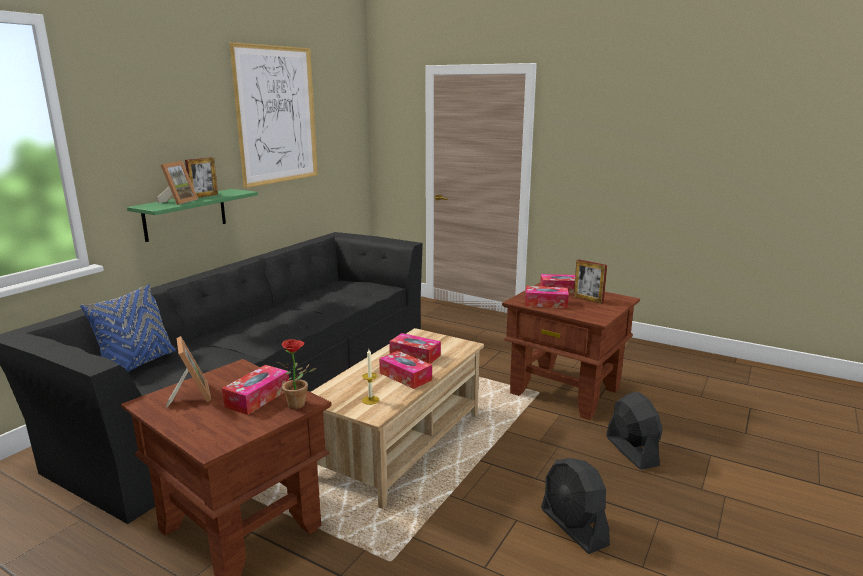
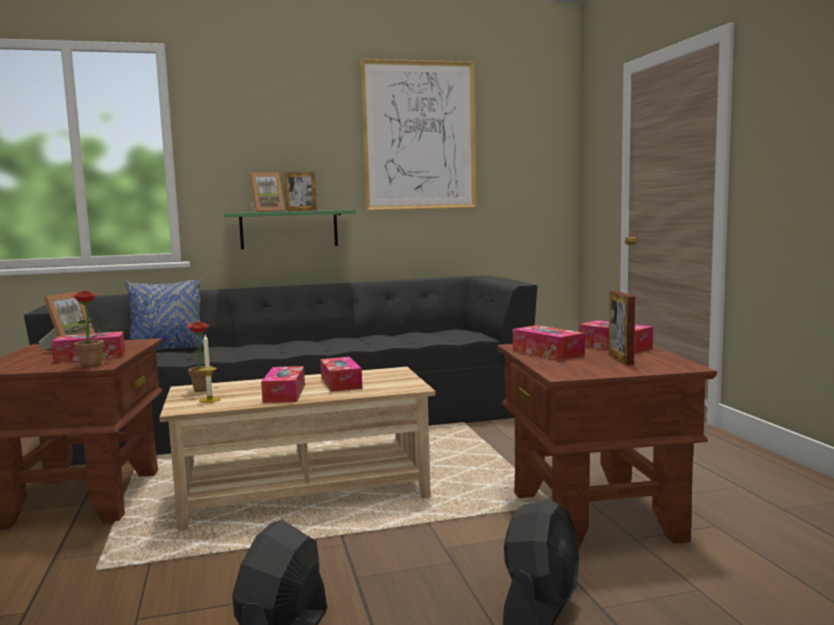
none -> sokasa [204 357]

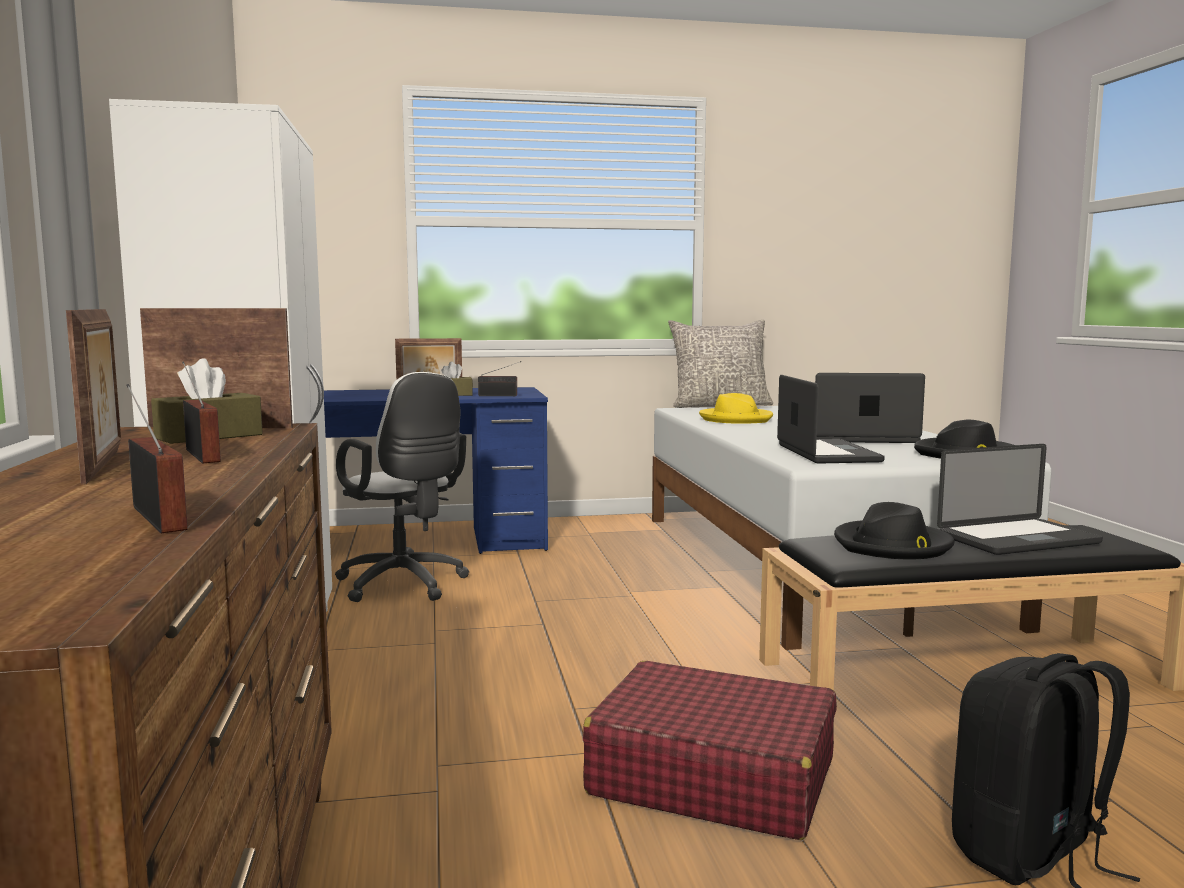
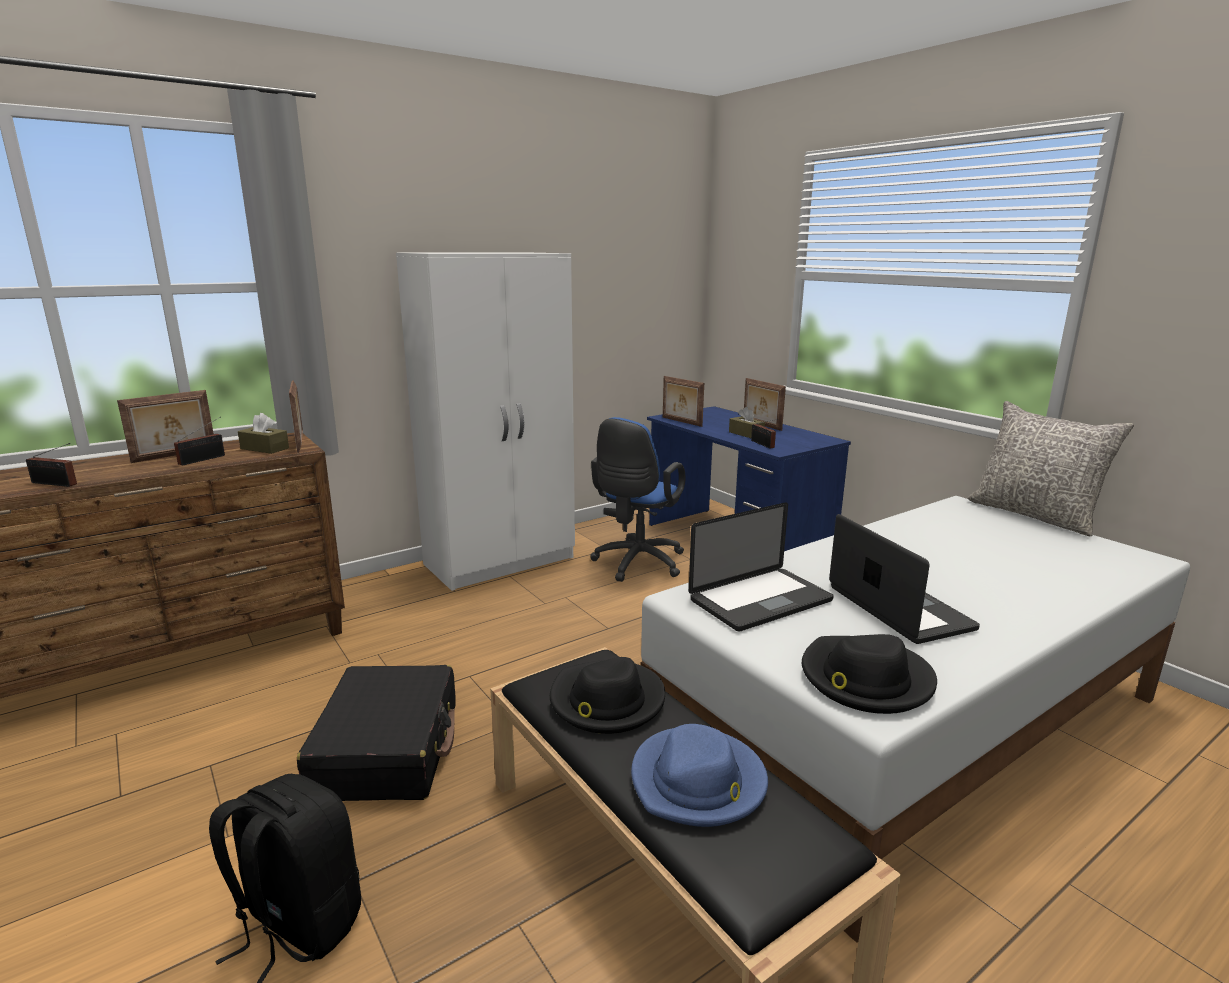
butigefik [157 458] -> butigefik [51 465], 75 degrees clockwise
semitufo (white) [402 487] -> semitufo (blue) [638 499]
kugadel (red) [710 750] -> kugadel (black) [376 733]
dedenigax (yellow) [736 408] -> none
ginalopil [1020 499] -> dedenigax (blue) [699 775]
none -> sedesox [683 401]

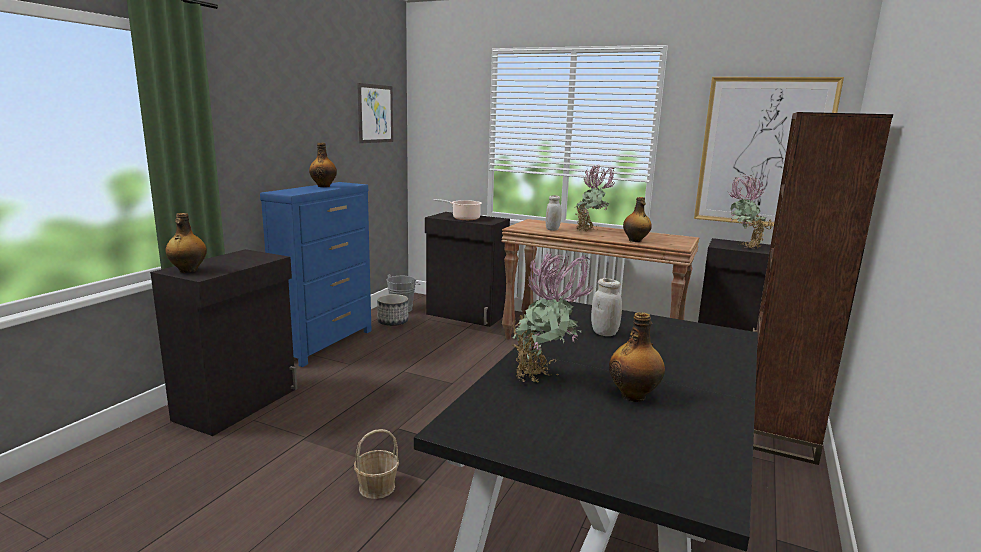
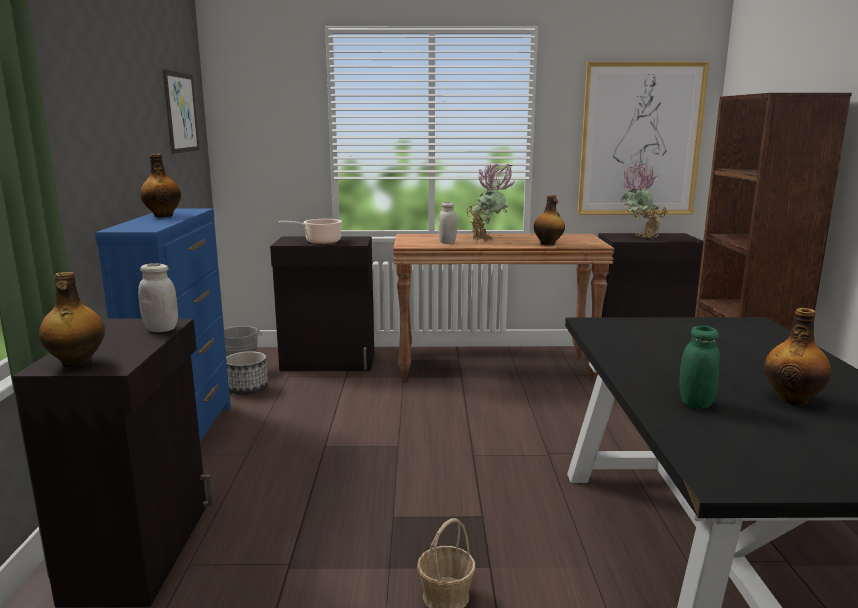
sokasa [553 316] -> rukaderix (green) [699 367]
rukaderix (white) [606 307] -> rukaderix (white) [158 297], move

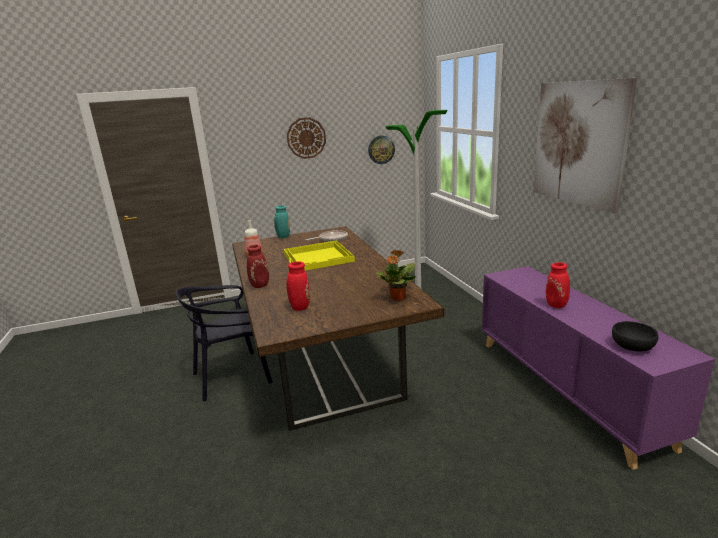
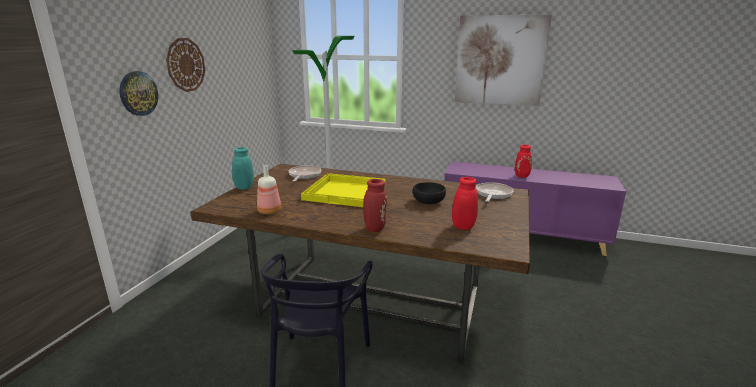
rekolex [381 150] -> rekolex [138 93], move
sokasa [395 275] -> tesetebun [494 192]
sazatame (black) [635 336] -> sazatame (black) [429 193], move

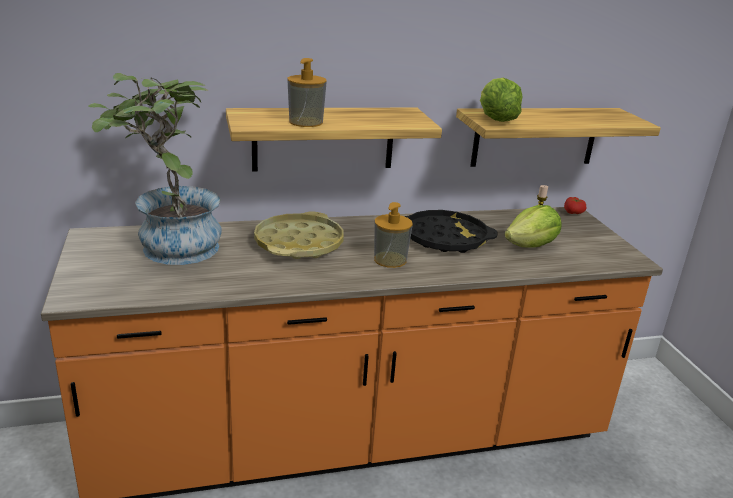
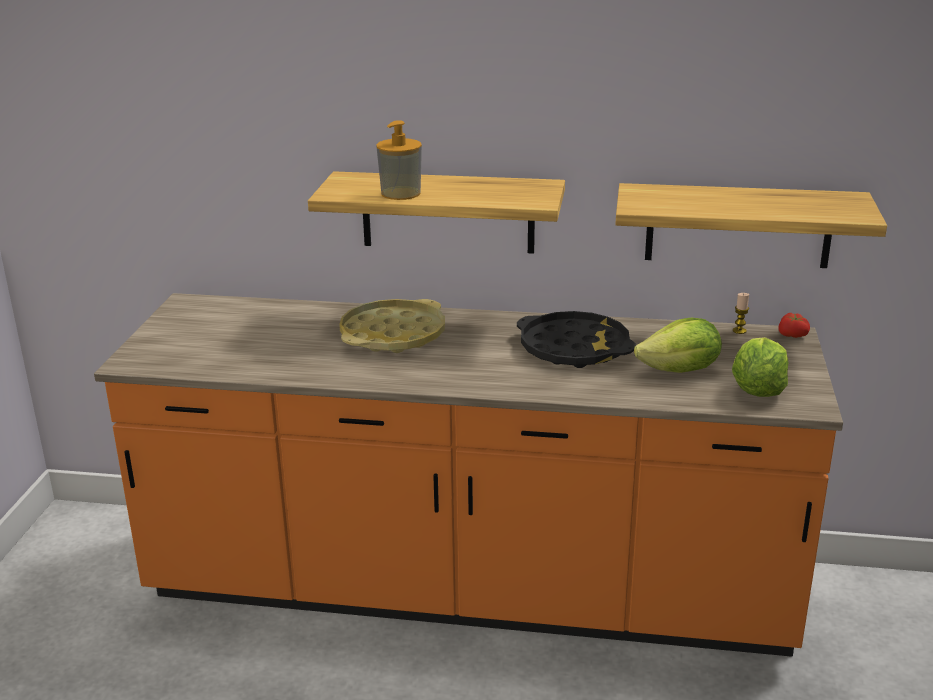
sokasa [155 169] -> none
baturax [393 235] -> none
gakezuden [501 100] -> gakezuden [760 367], move

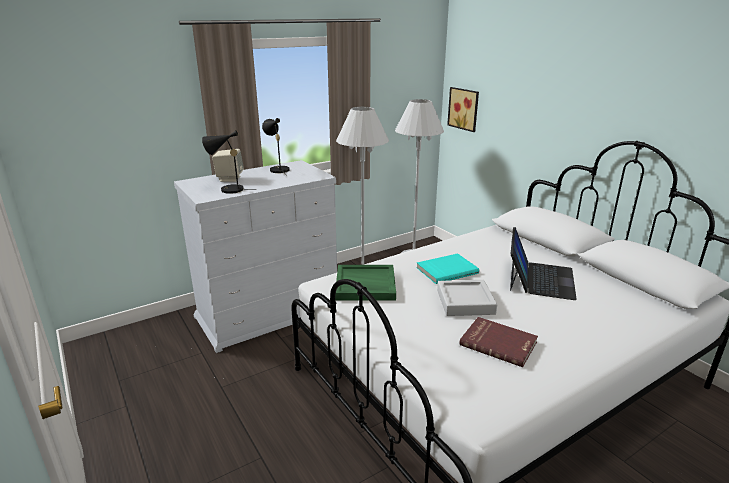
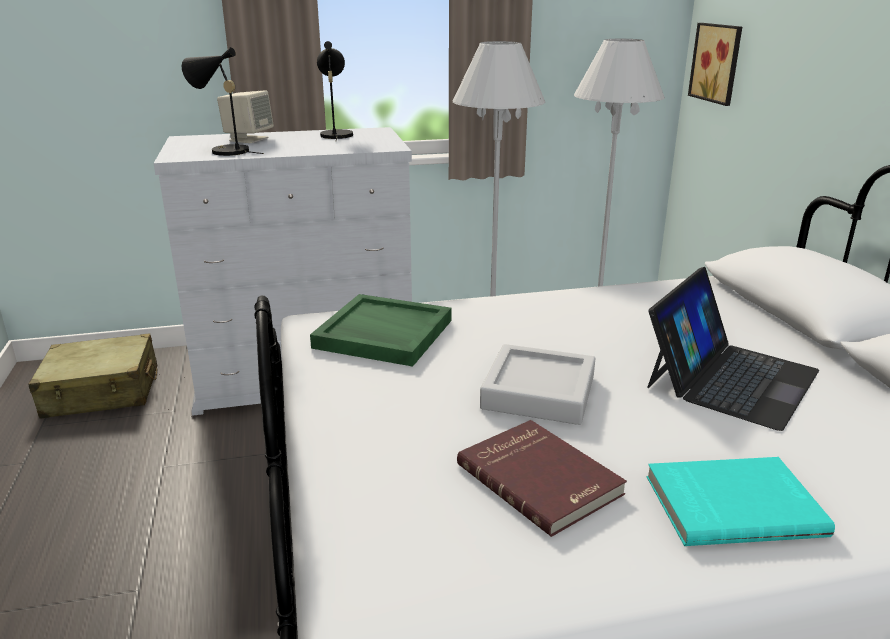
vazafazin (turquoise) [447 268] -> vazafazin (turquoise) [741 501], move
none -> kugadel (beige) [92 376]

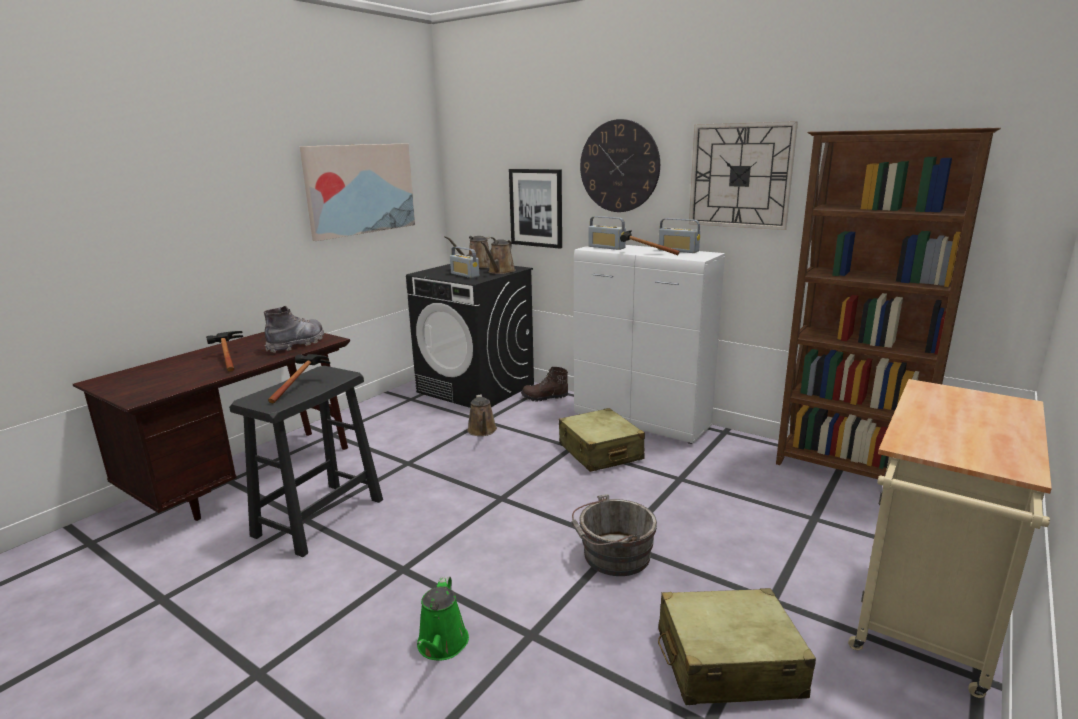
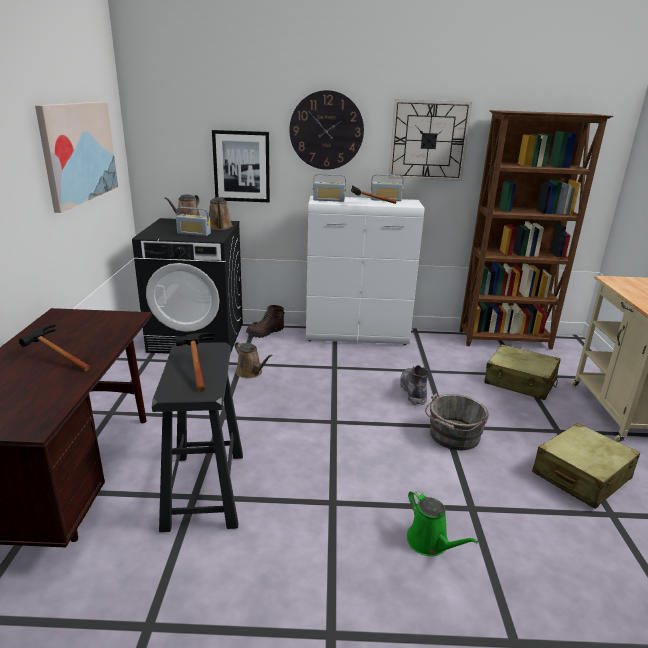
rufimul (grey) [294 329] -> rufimul (grey) [414 385], move
kugadel (beige) [602 440] -> kugadel (beige) [522 372], move

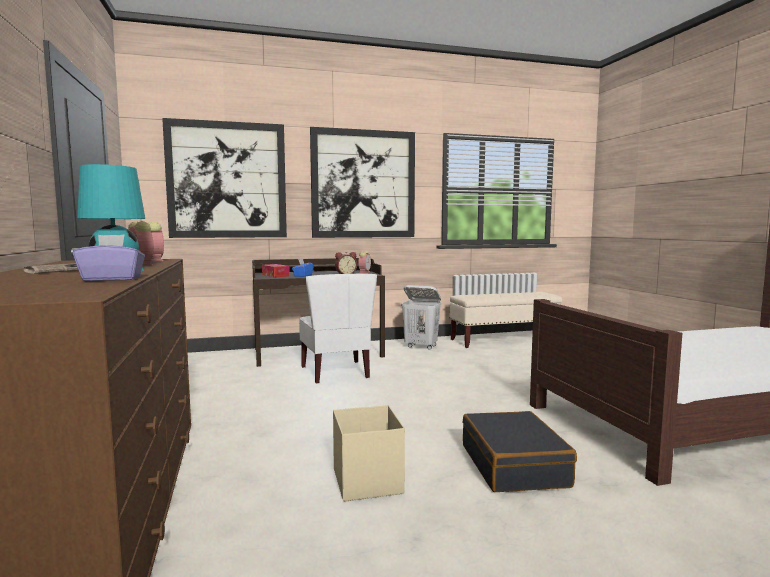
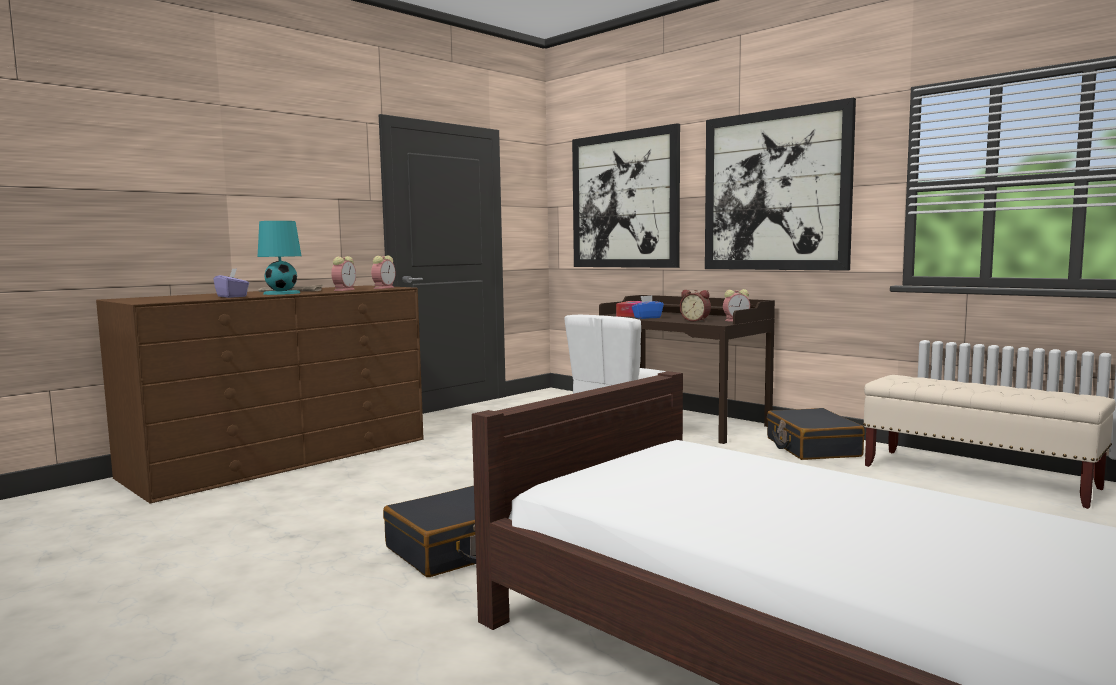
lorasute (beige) [369 453] -> none
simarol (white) [421 317] -> kugadel (black) [816 434]

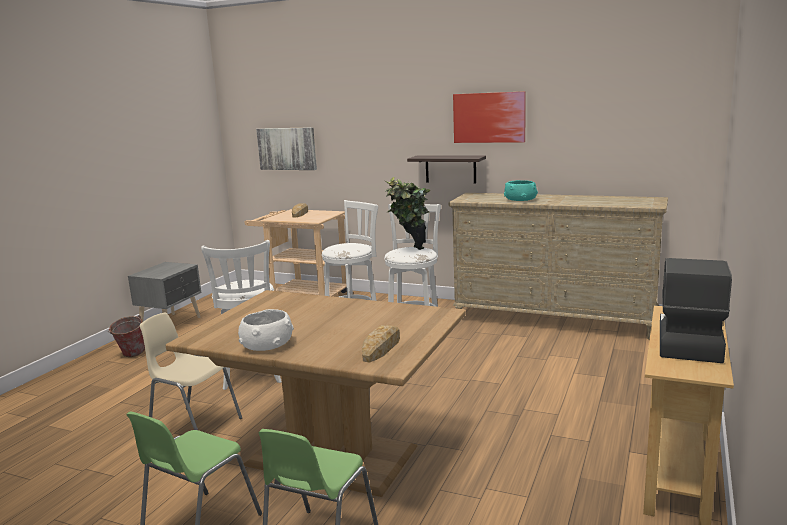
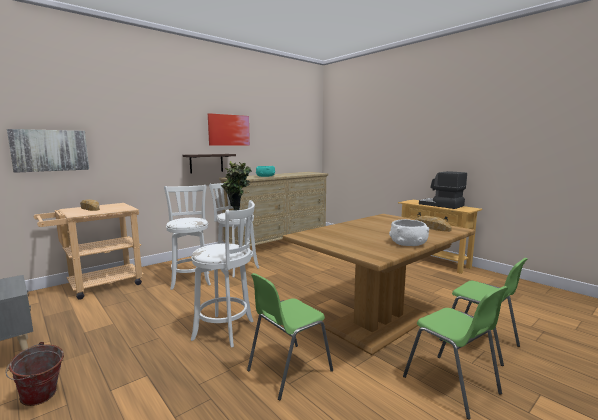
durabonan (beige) [191 371] -> durabonan (green) [290 337]

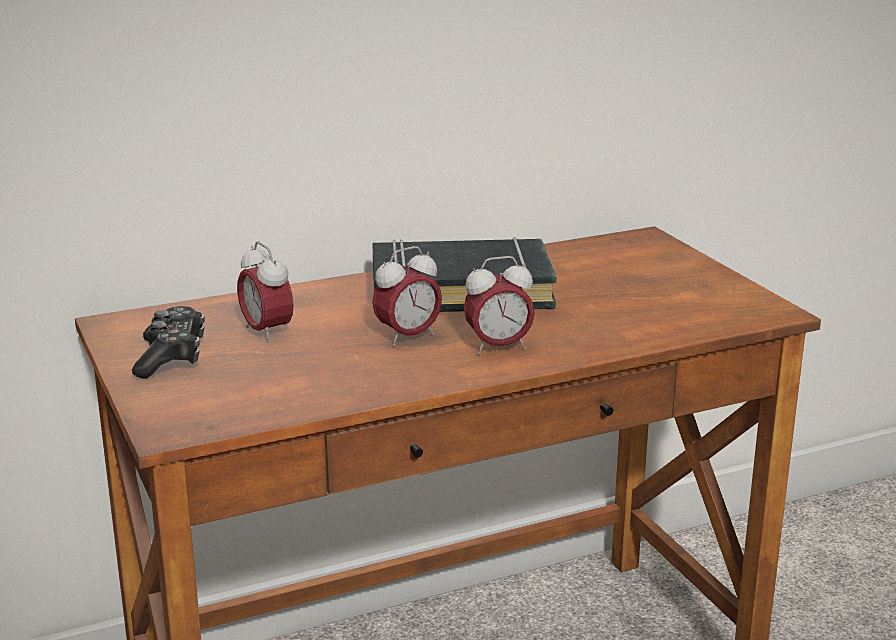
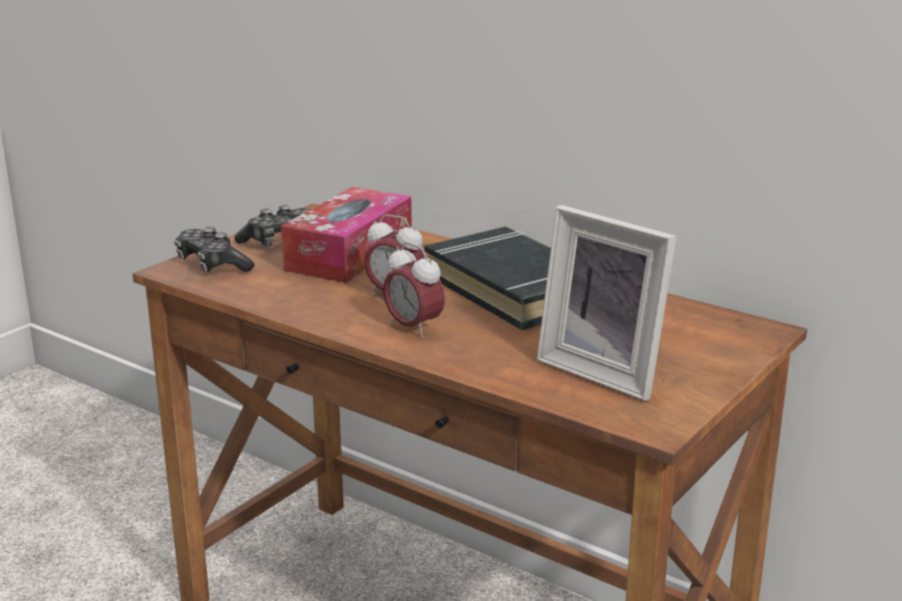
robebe [265 292] -> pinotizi [346 235]
none -> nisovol [214 249]
none -> sedesox [607 303]

